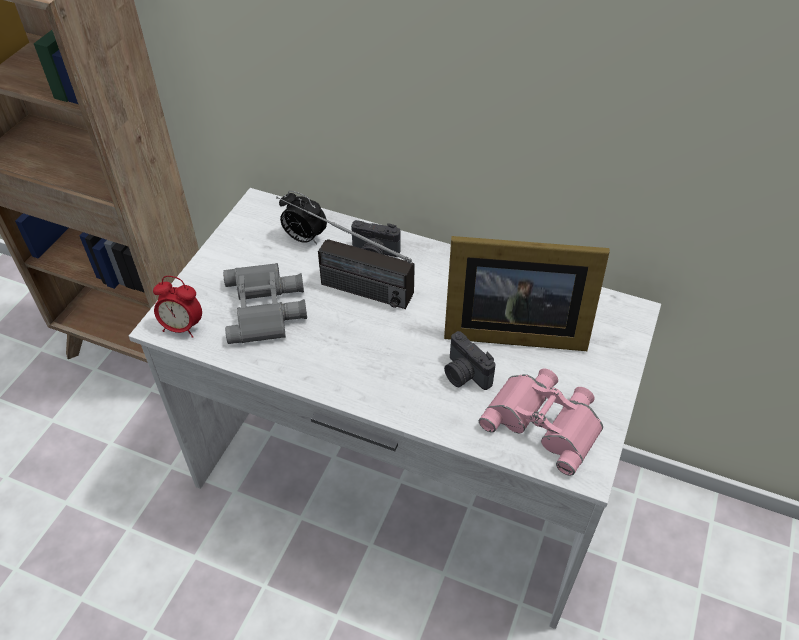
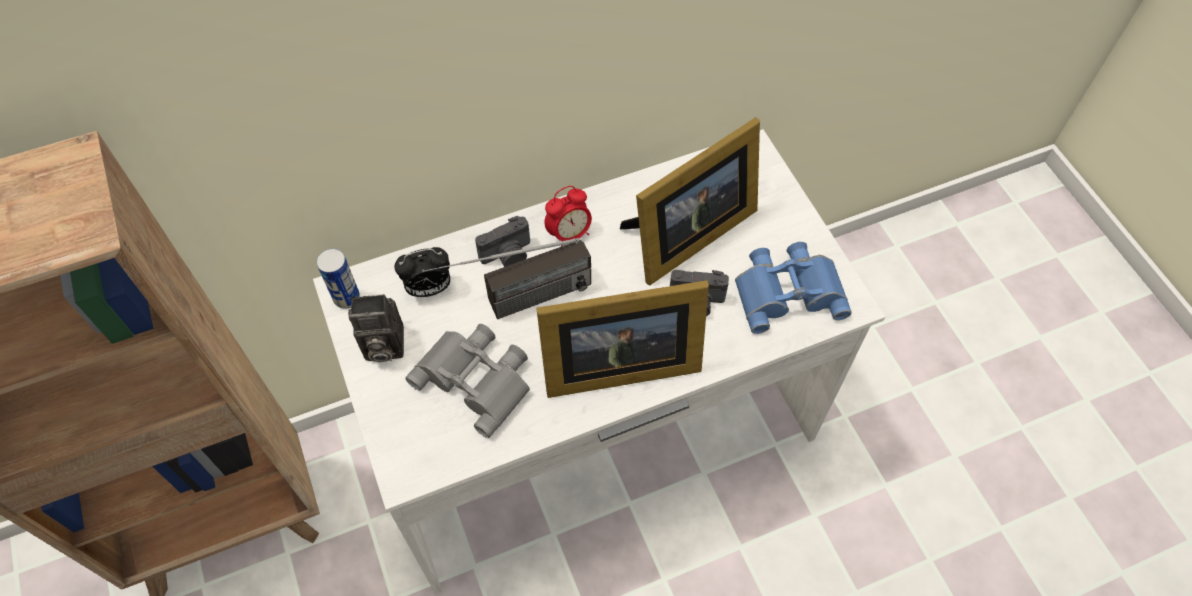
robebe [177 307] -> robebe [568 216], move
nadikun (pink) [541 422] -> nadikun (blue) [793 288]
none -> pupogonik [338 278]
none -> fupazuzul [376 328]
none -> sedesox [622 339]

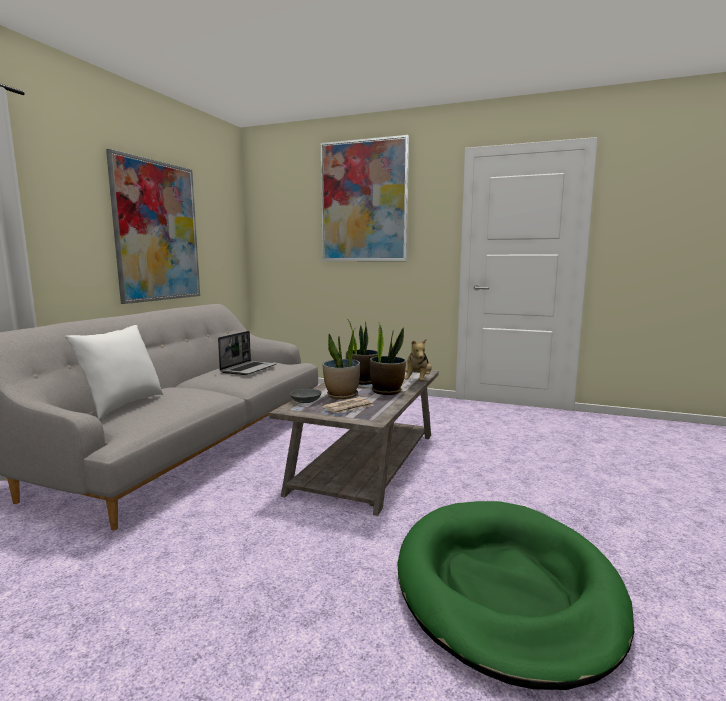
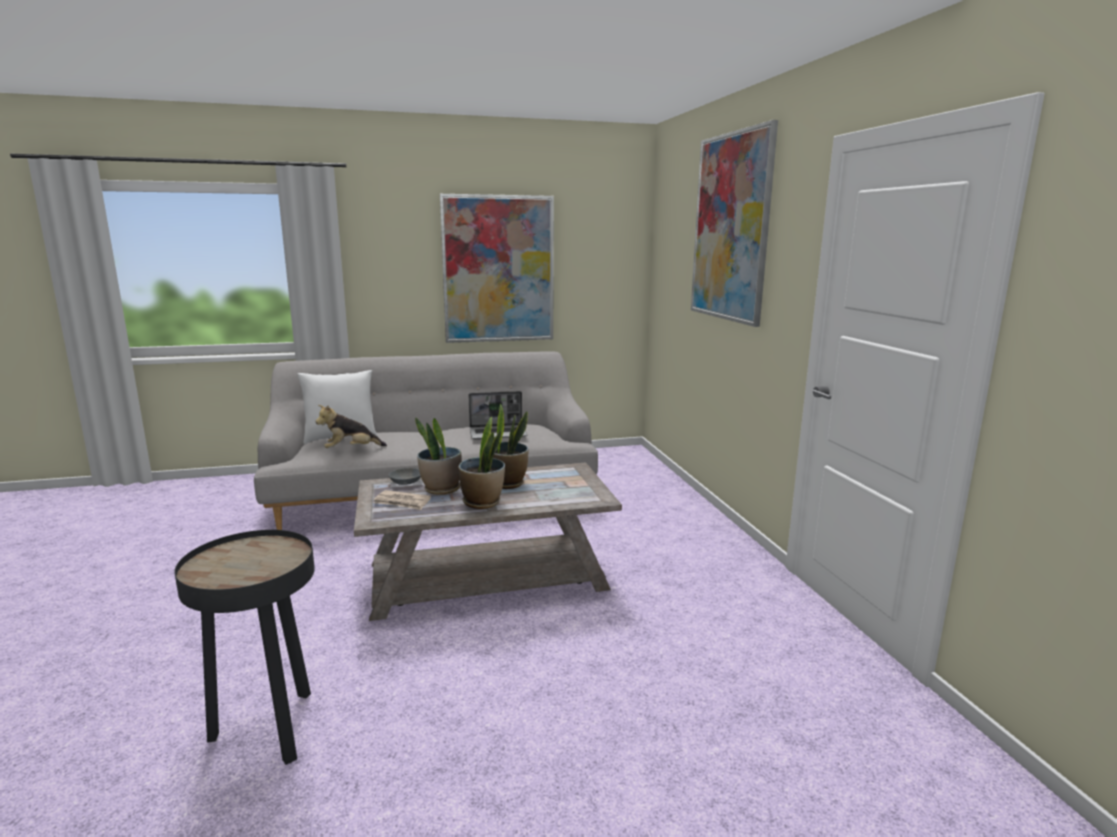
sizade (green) [515 595] -> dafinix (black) [244 647]
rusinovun [418 360] -> rusinovun [351 426], move

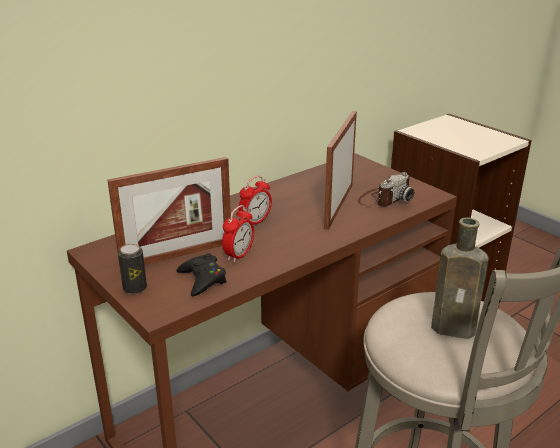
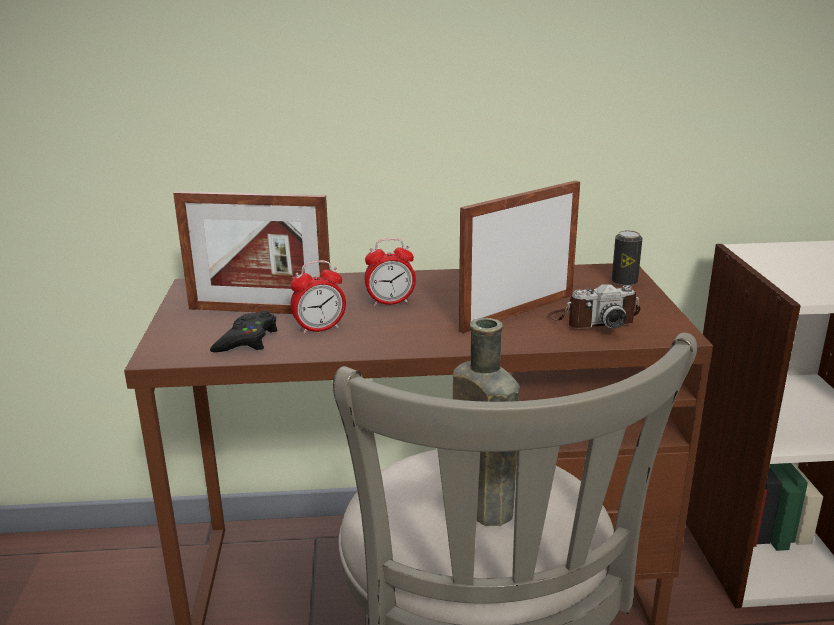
pupogonik [132 269] -> pupogonik [627 258], move

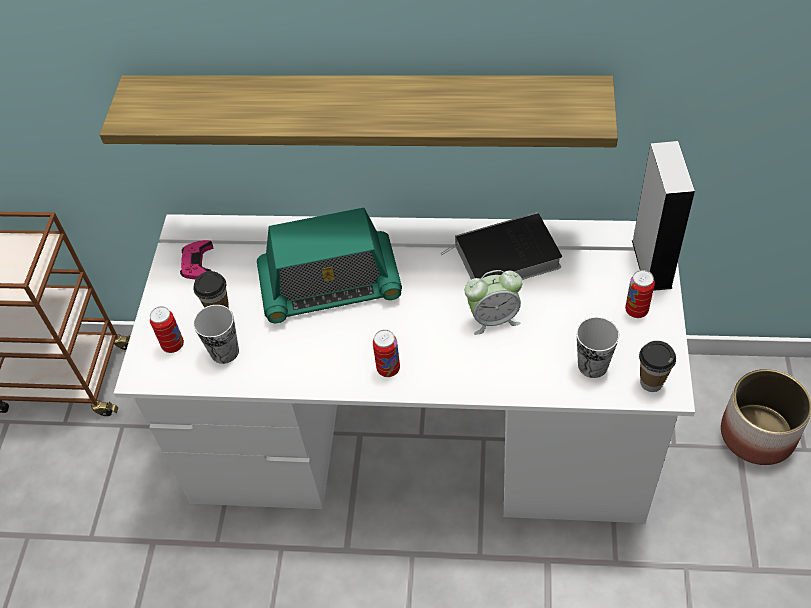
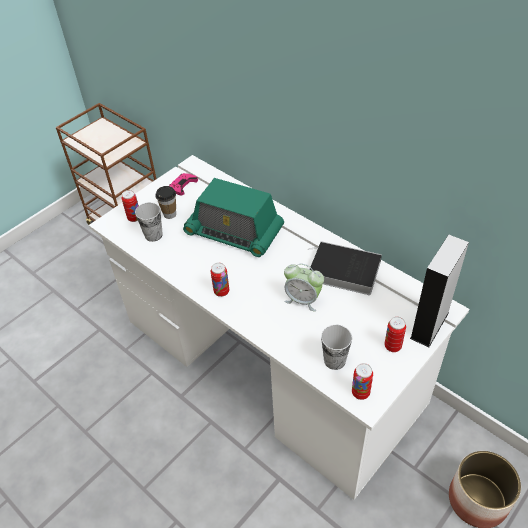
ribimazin [358 111] -> none
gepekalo [657 366] -> pupogonik [362 381]

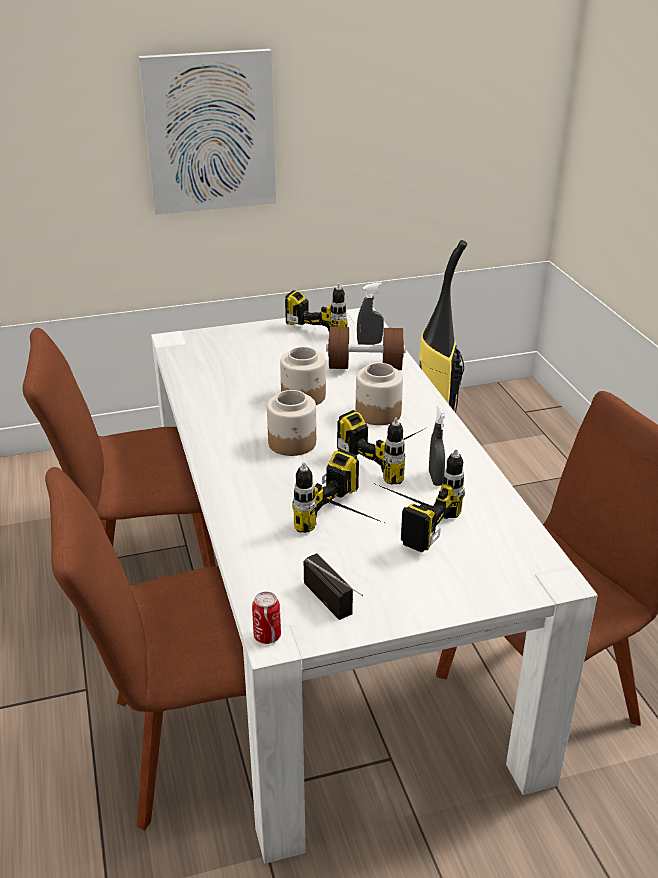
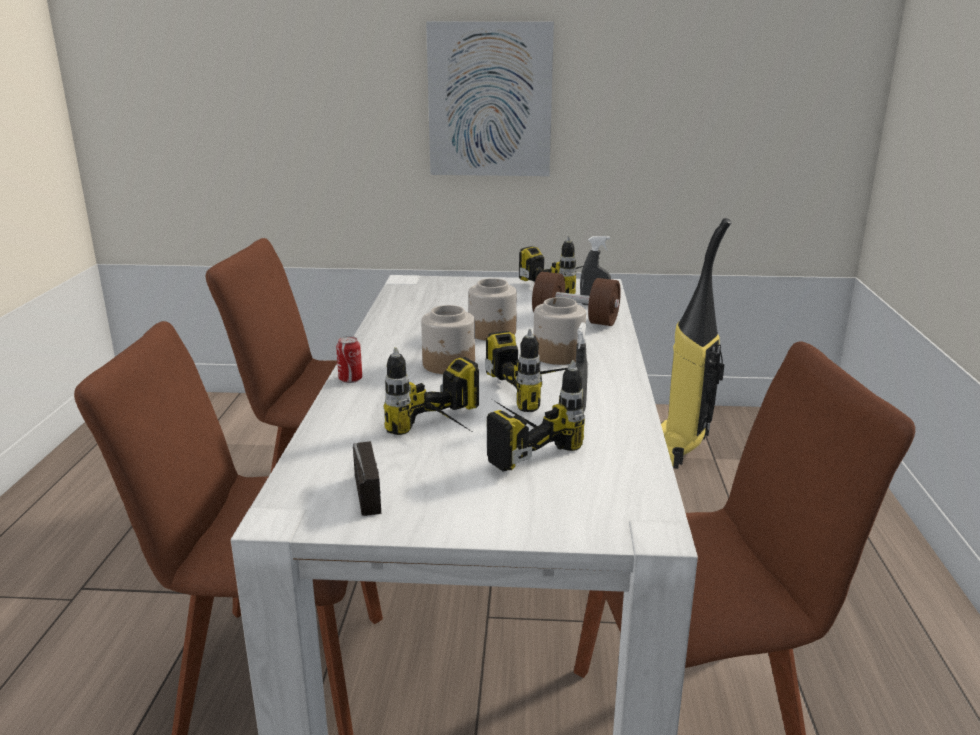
pupogonik [266 618] -> pupogonik [349 359], move

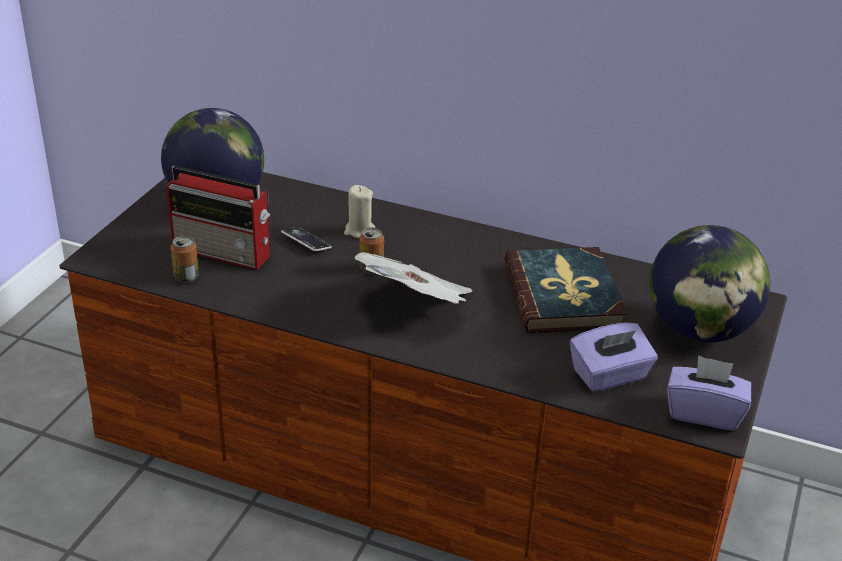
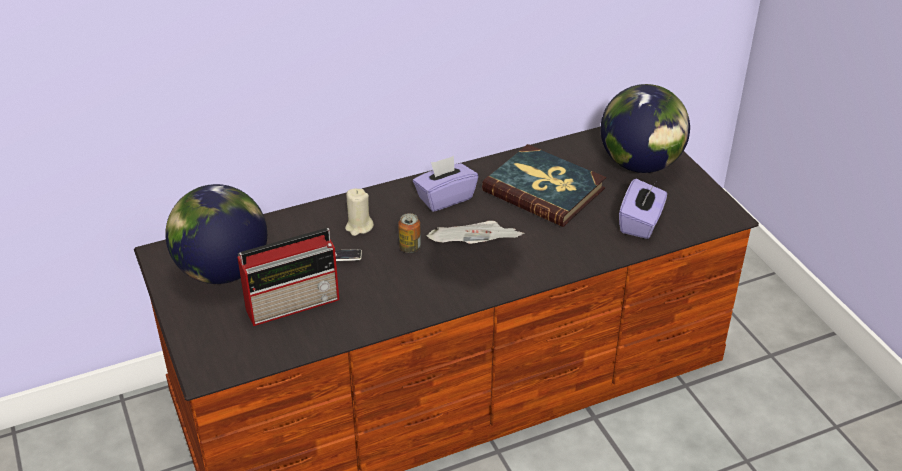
pupogonik [185 259] -> none
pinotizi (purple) [709 393] -> pinotizi (purple) [445 184], move

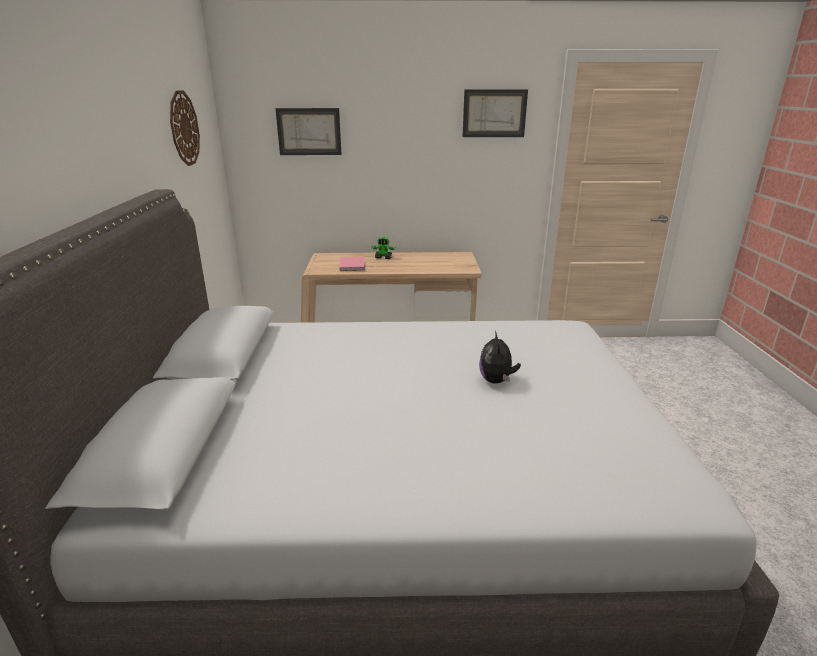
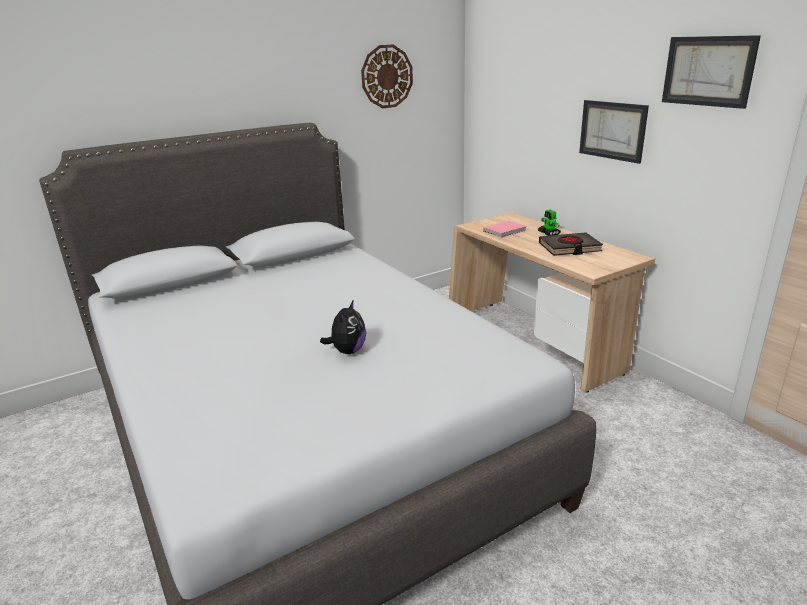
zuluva [308 131] -> zuluva [614 132], move
rusinovun [500 357] -> rusinovun [343 326], 135 degrees clockwise
none -> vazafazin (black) [571 244]

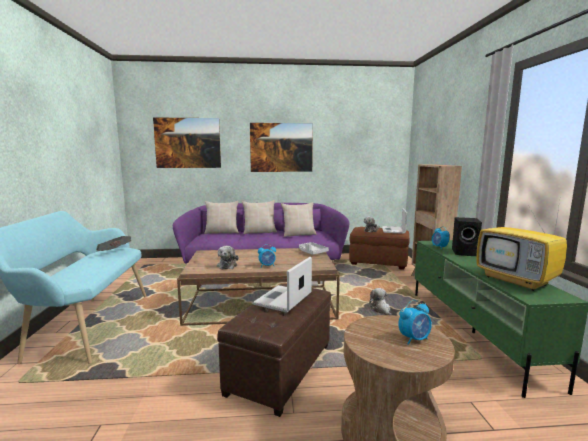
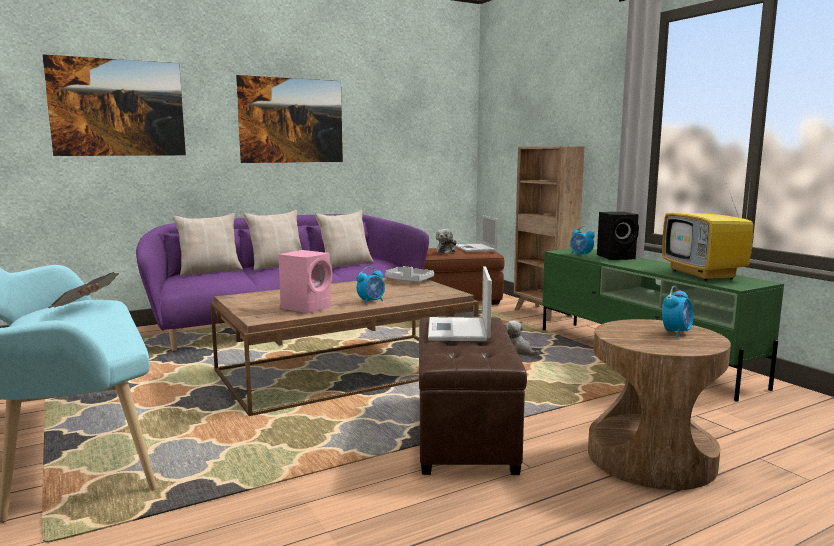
rusinovun [228 257] -> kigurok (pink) [305 281]
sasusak [521 246] -> sasusak [707 228], 45 degrees clockwise

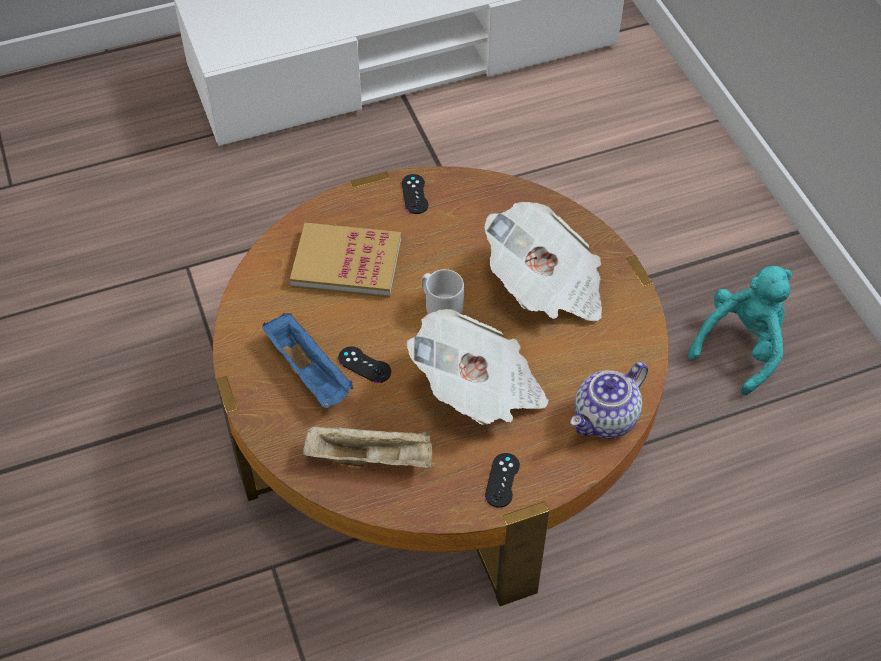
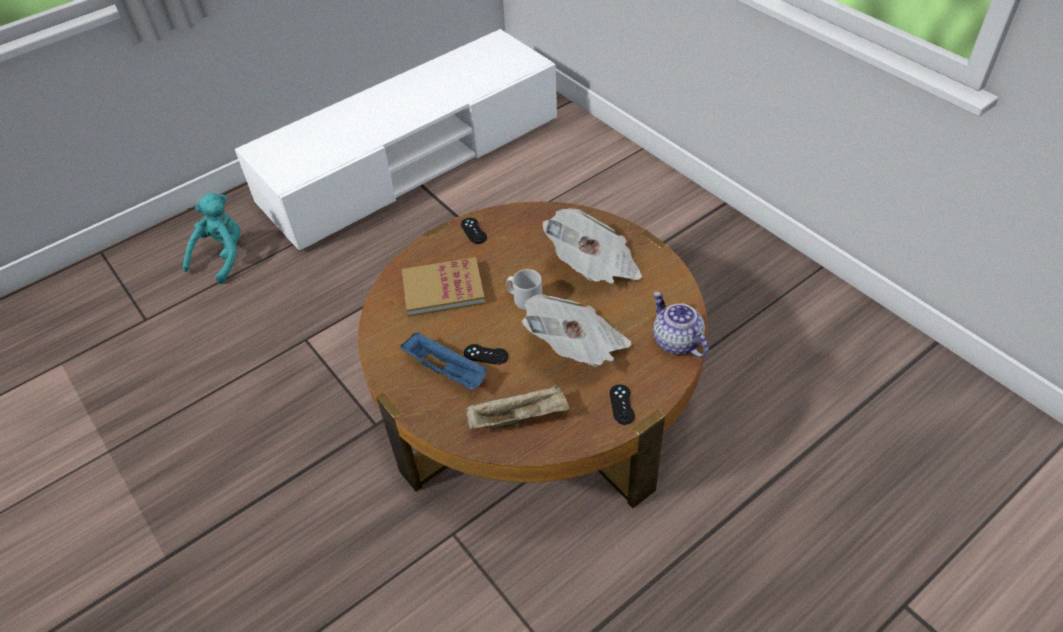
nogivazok [609 400] -> nogivazok [680 325], 120 degrees clockwise
rusinovun (turquoise) [740 330] -> rusinovun (turquoise) [212 238], move

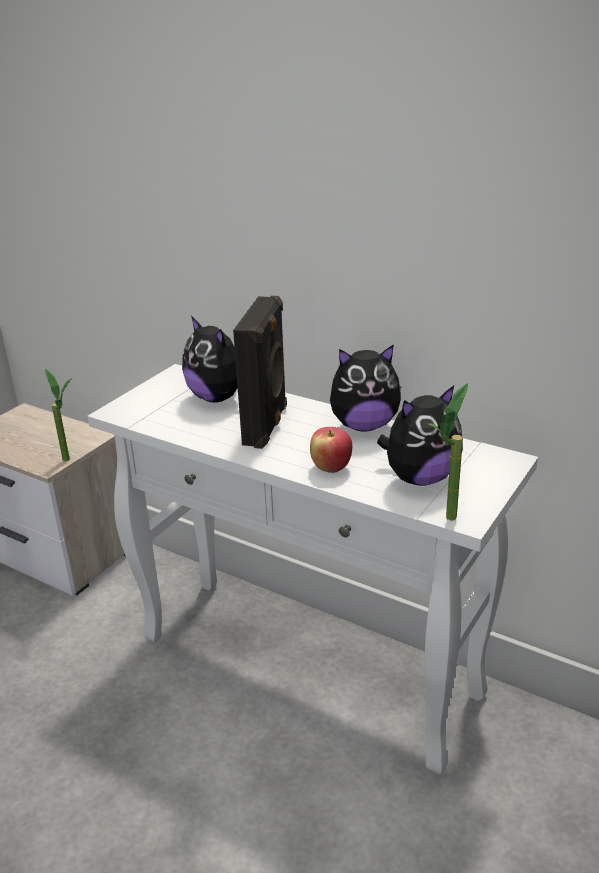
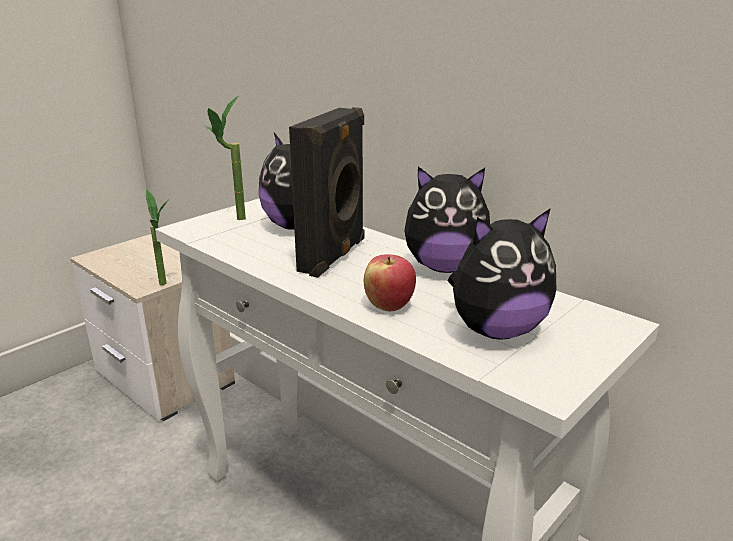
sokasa [447 452] -> sokasa [225 157], move

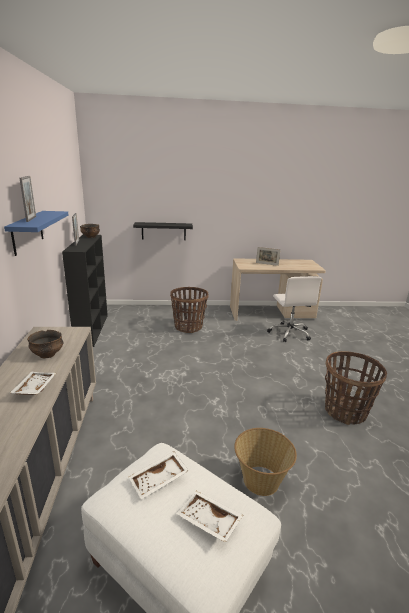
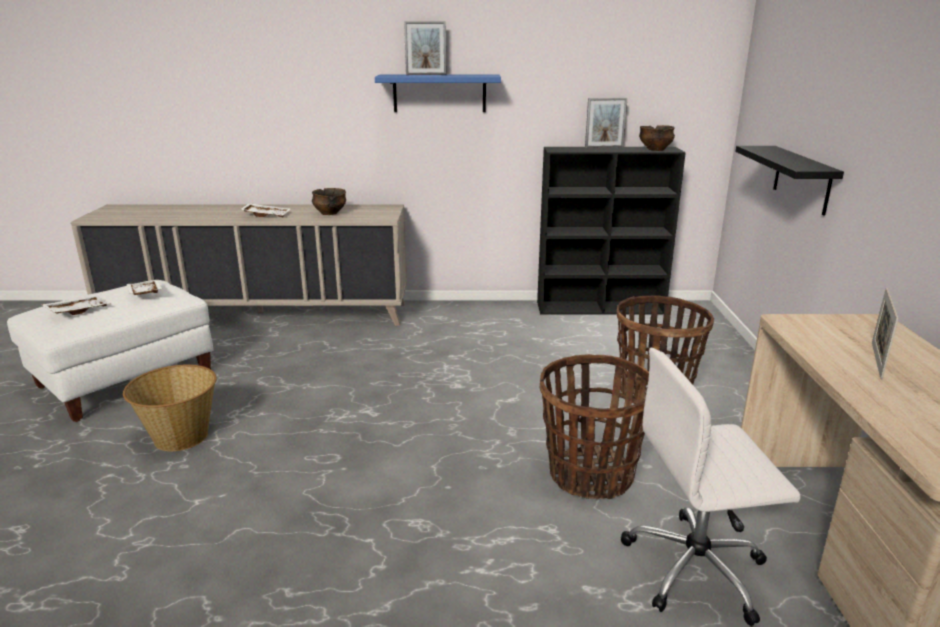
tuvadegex [356 388] -> tuvadegex [594 426], move

